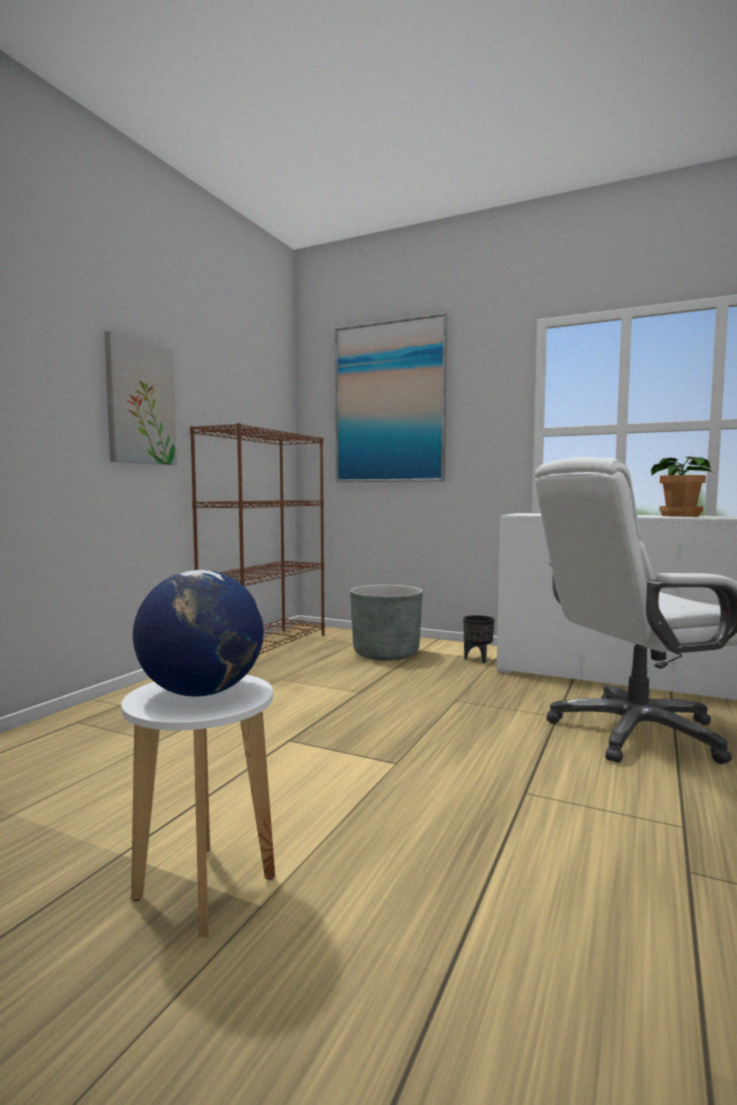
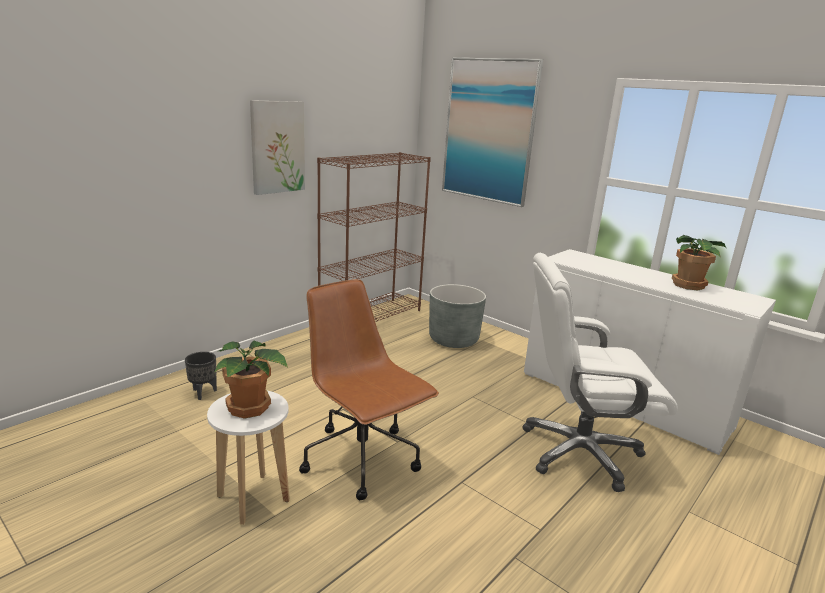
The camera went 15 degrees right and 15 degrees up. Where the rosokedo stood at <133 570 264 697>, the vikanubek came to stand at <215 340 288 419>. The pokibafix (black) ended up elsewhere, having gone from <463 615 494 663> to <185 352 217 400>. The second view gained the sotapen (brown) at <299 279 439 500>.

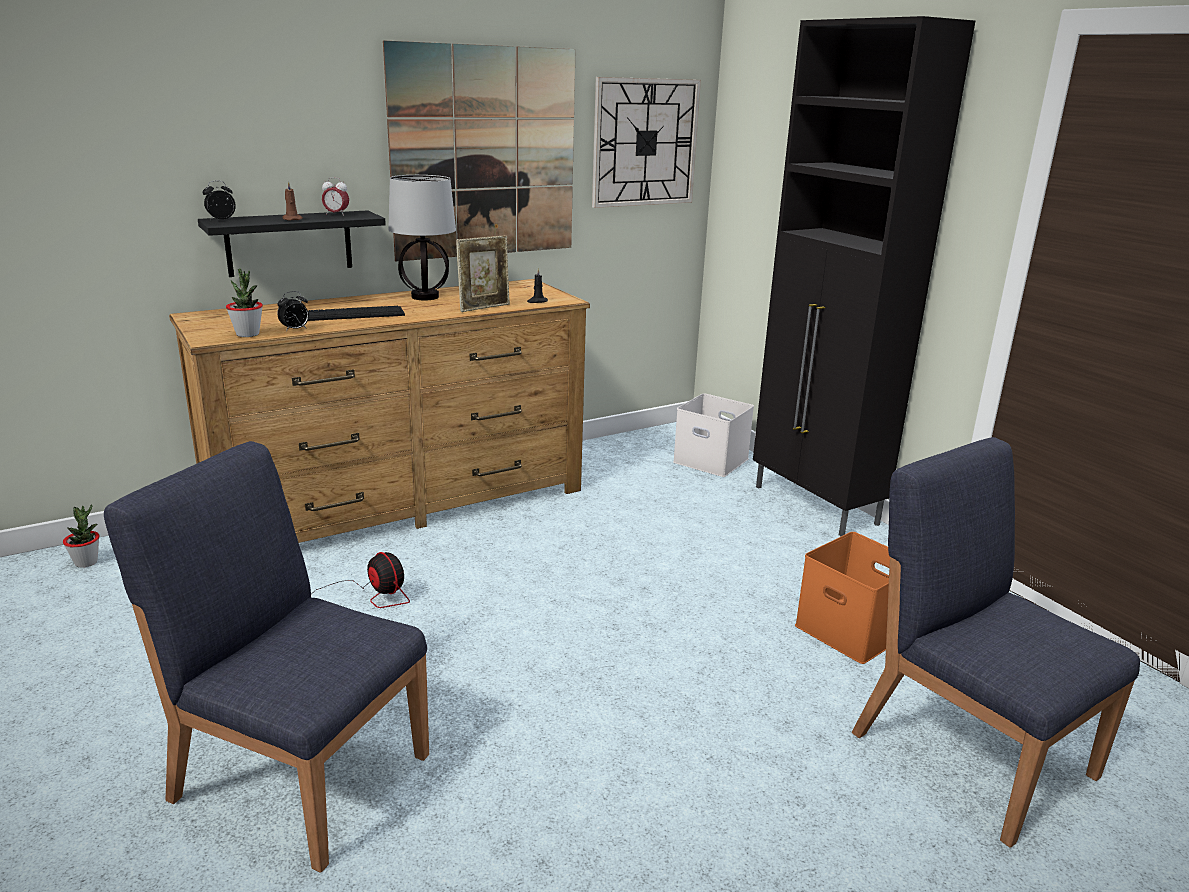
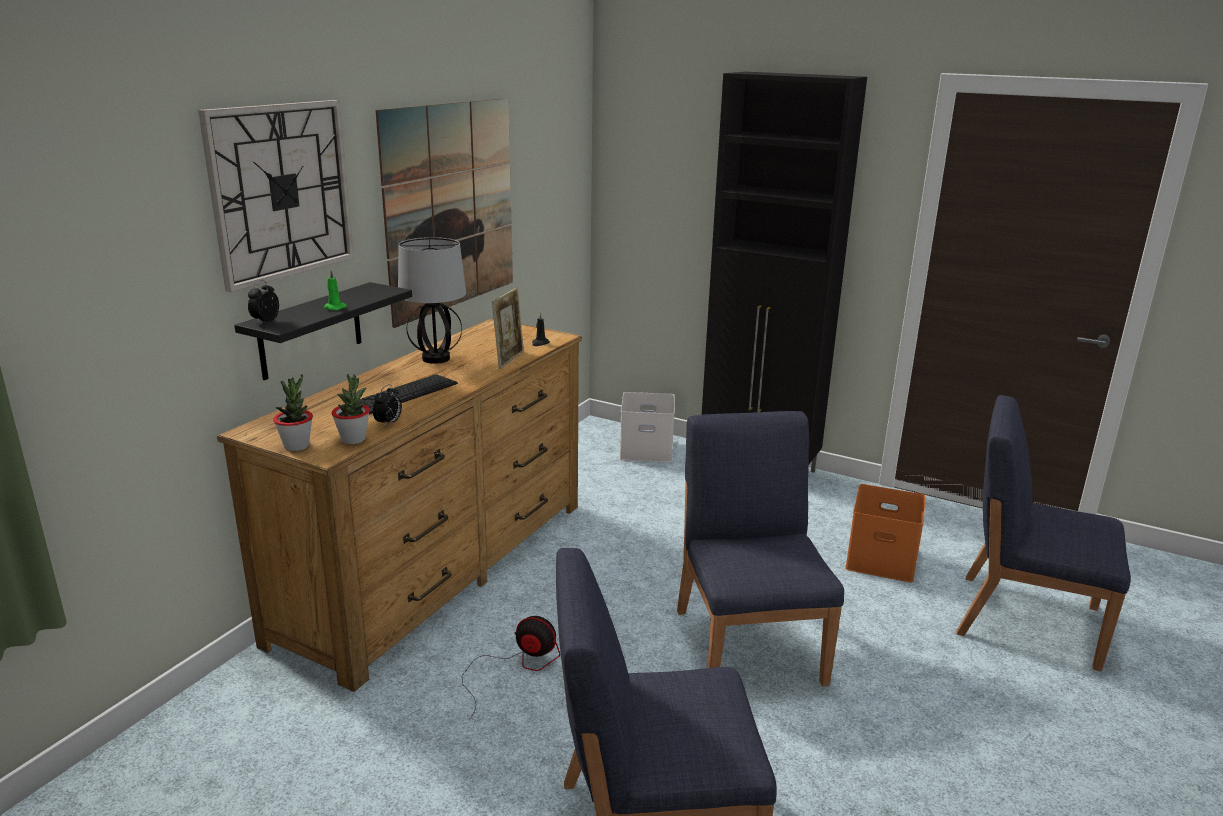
The camera went 30 degrees left and 0 degrees up. The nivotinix ended up elsewhere, having gone from <592 77 701 208> to <198 100 354 292>. The second view lost the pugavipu at <322 177 349 216>. What was the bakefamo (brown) at <282 181 303 221> turned into the bakefamo (green) at <324 270 346 310>. The vikanubek ended up elsewhere, having gone from <63 504 99 568> to <273 374 313 451>. The second view gained the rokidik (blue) at <677 411 844 686>.

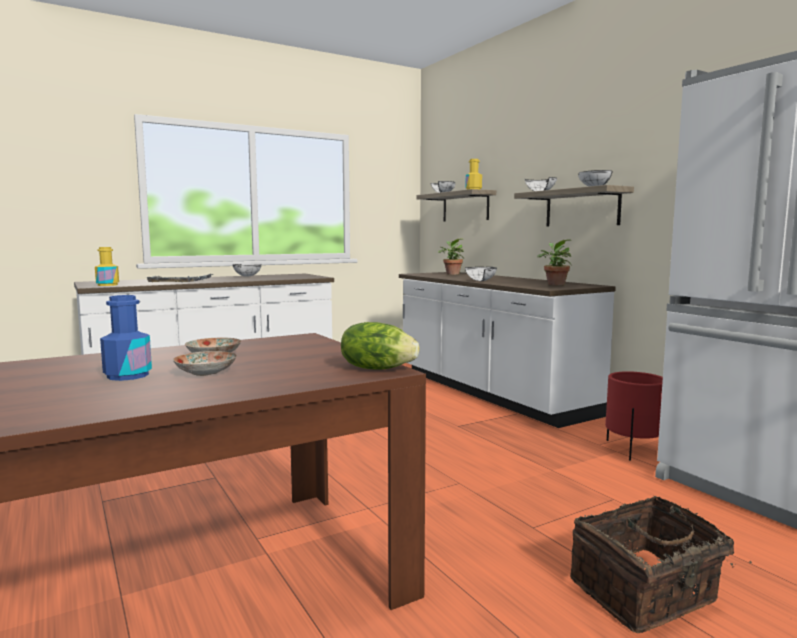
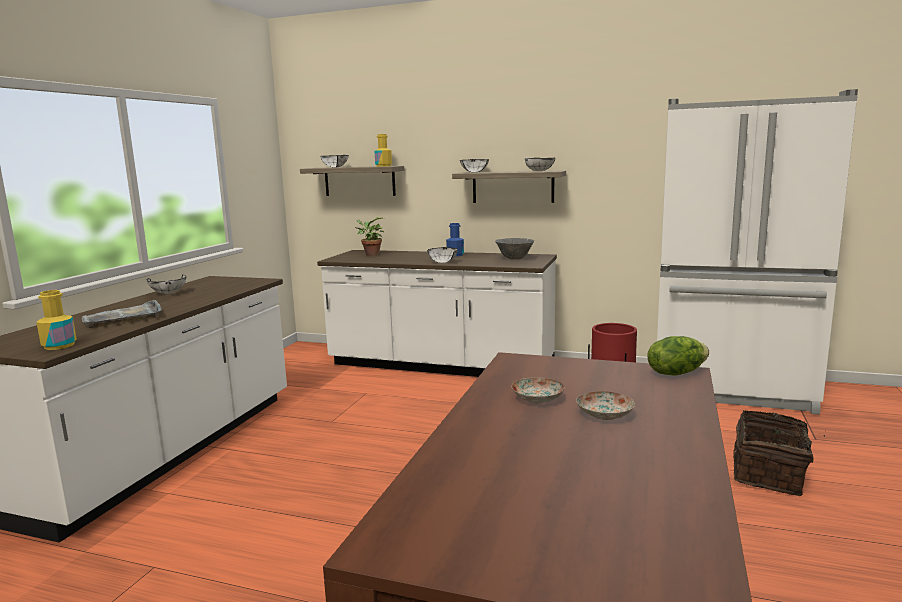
The camera went 40 degrees left and 5 degrees up. Where the vikanubek stood at <537 239 572 286>, the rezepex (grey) came to stand at <495 238 534 259>. The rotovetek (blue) ended up elsewhere, having gone from <100 295 152 381> to <446 223 464 256>.

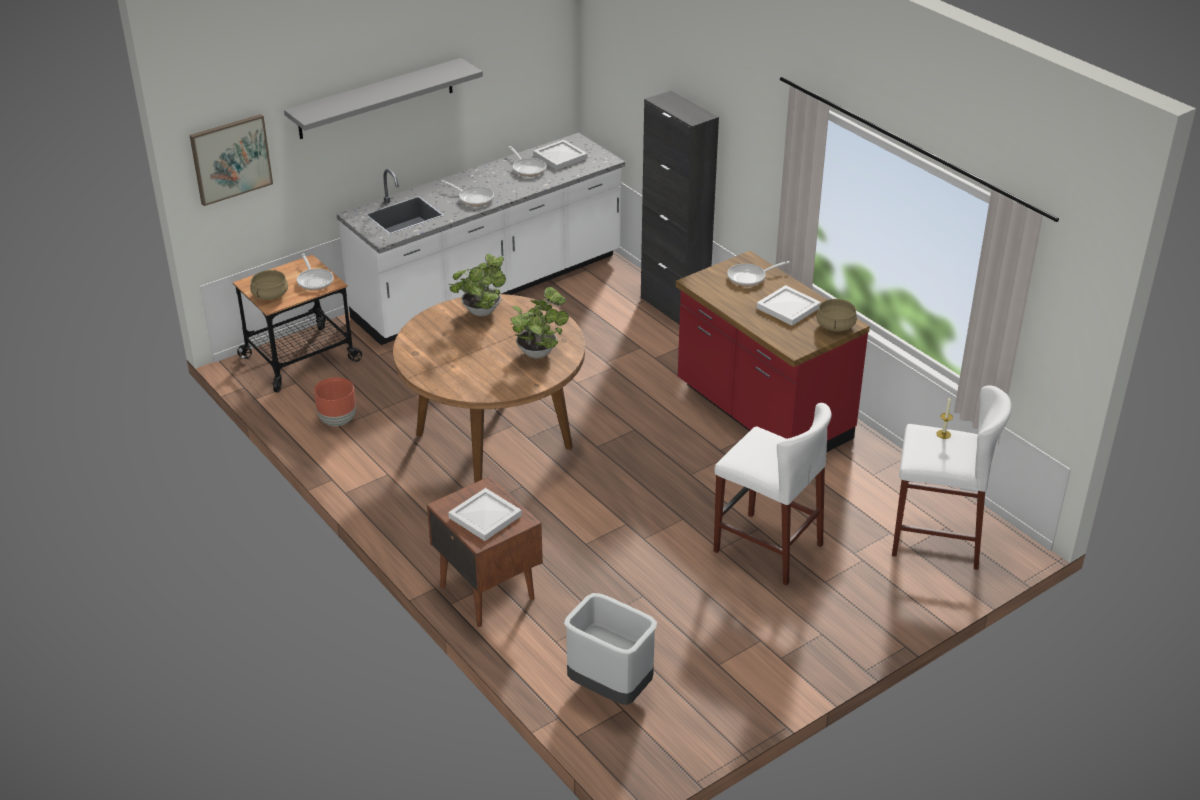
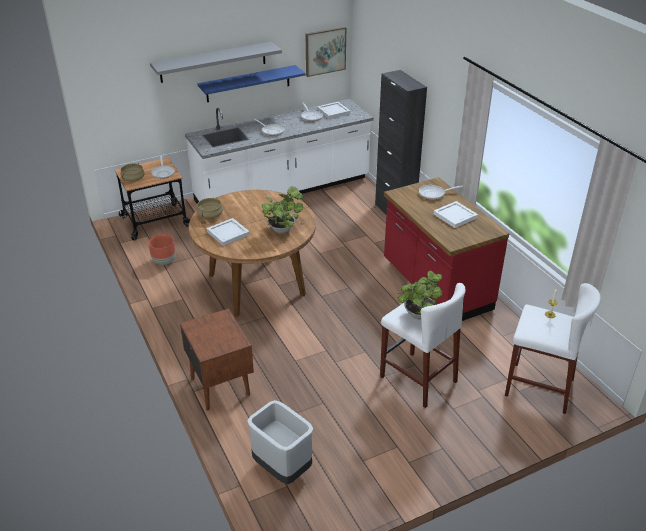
The camera went 10 degrees right and 0 degrees up. The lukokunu ended up elsewhere, having gone from <190 114 273 206> to <305 27 346 77>. The vikanubek ended up elsewhere, having gone from <448 254 506 316> to <398 271 442 320>. The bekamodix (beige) ended up elsewhere, having gone from <816 298 857 331> to <197 198 223 219>. The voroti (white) ended up elsewhere, having gone from <448 488 522 541> to <207 218 250 246>. The second view gained the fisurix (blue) at <197 65 306 102>.

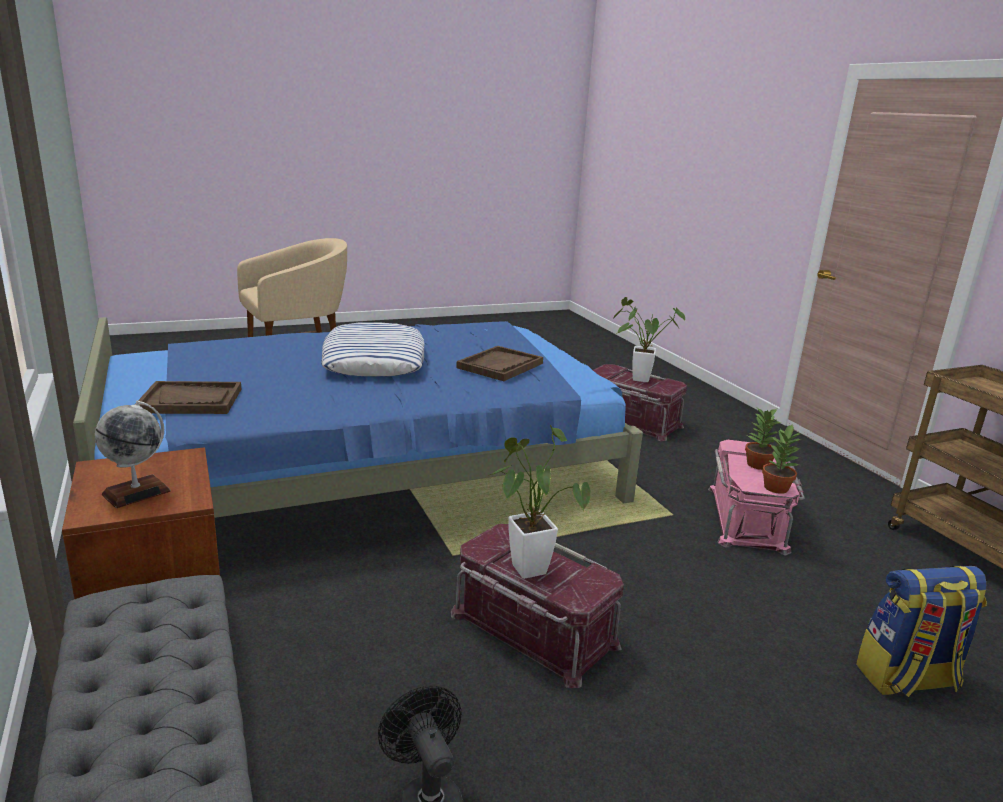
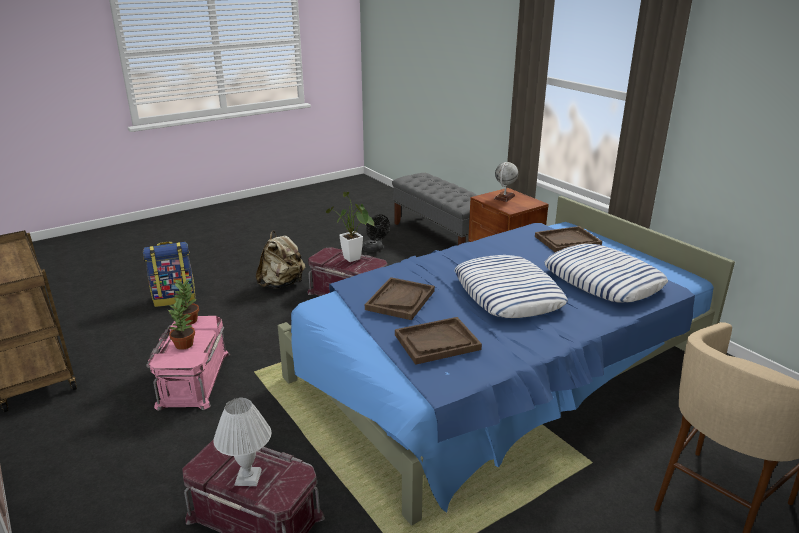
The camera went 170 degrees right and 5 degrees up. Where the vikanubek stood at <611 297 685 382>, the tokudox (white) came to stand at <213 398 271 486>. The second view gained the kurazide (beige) at <256 231 305 289>. The second view gained the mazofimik at <544 244 668 303>. The second view gained the voroti (brown) at <395 317 482 365>.

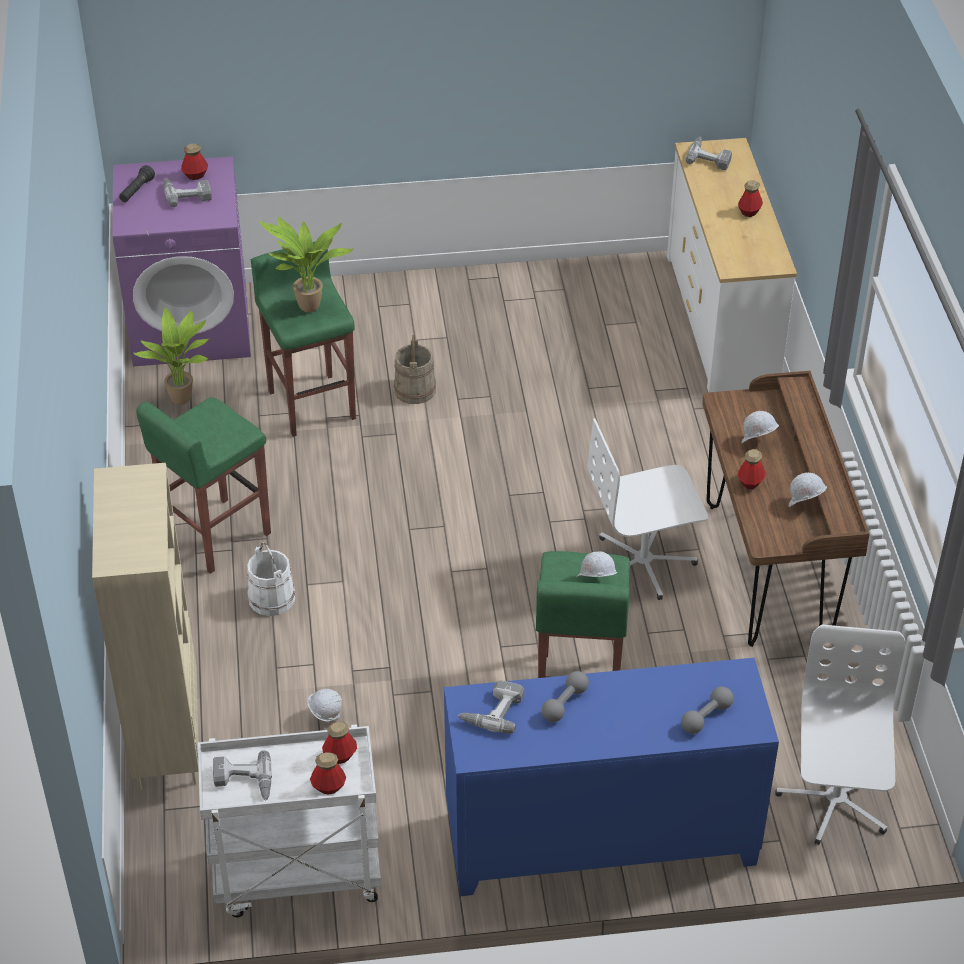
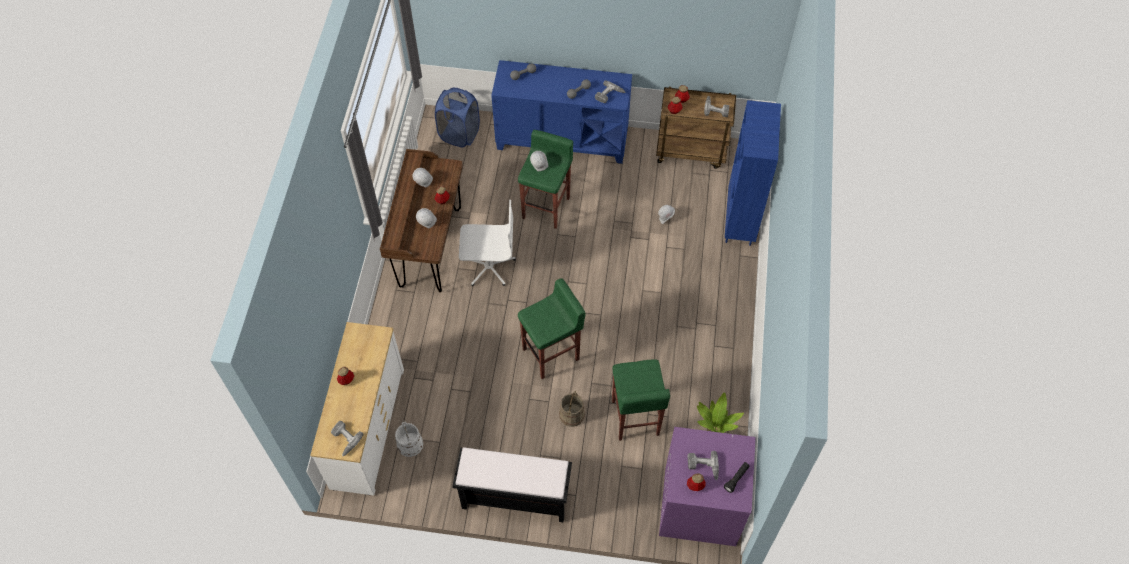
The camera went 165 degrees left and 15 degrees up. The second view lost the vikanubek at <260 217 354 312>. The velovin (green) ended up elsewhere, having gone from <136 397 271 574> to <518 278 586 379>. What was the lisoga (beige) at <92 463 199 790> turned into the lisoga (blue) at <725 100 781 246>. The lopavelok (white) ended up elsewhere, having gone from <247 542 295 616> to <395 421 423 457>. Where the sotapen (white) stood at <775 625 905 845>, the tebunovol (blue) came to stand at <435 88 480 147>. What was the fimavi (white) at <198 724 381 917> turned into the fimavi (brown) at <656 87 736 169>. The second view gained the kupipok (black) at <452 447 572 522>.

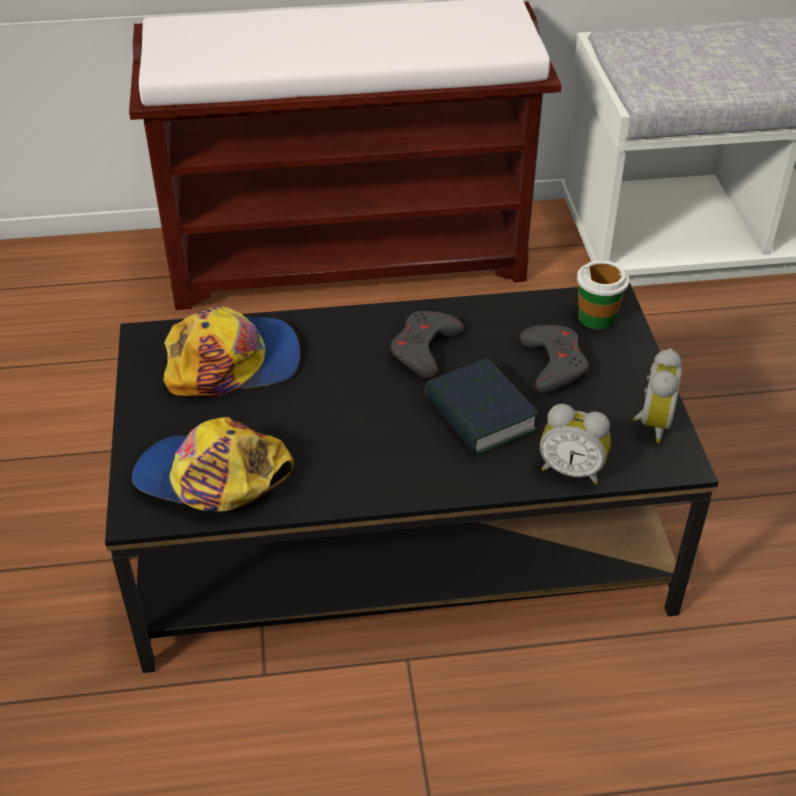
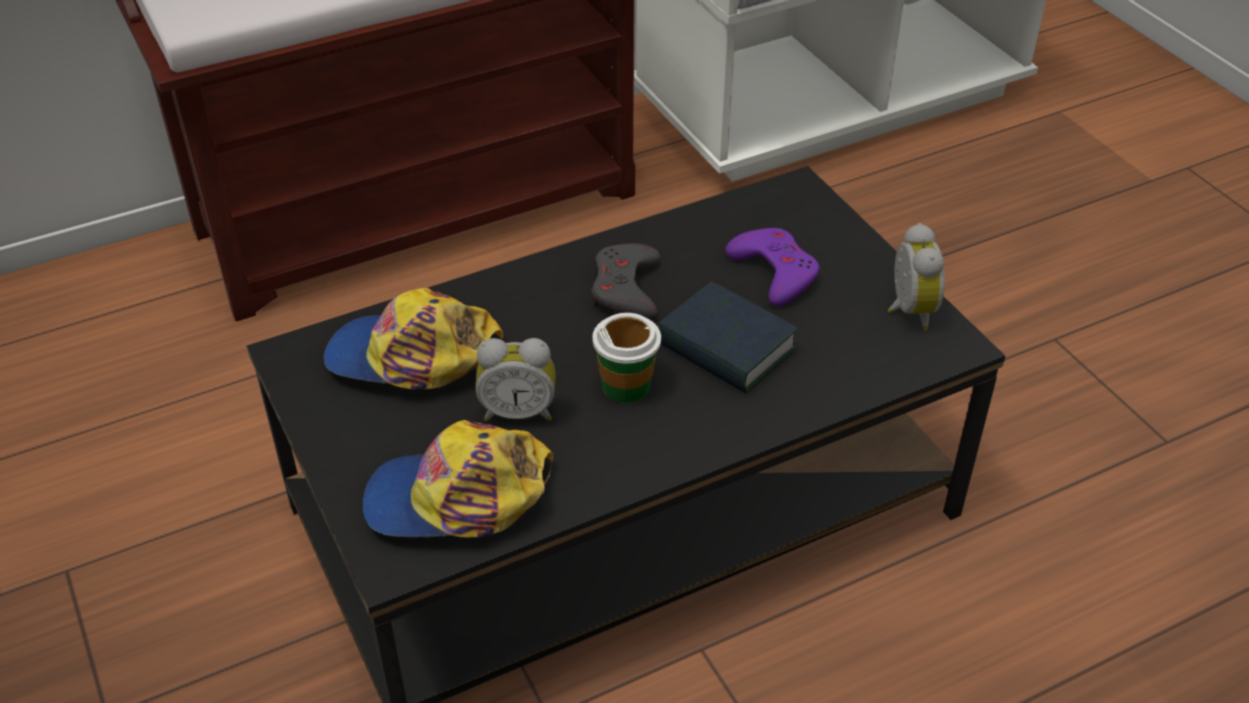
The camera went 20 degrees left and 0 degrees up. The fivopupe ended up elsewhere, having gone from <577 260 630 329> to <592 313 661 403>. The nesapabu at <163 306 301 397> ended up facing another way, 135 degrees counterclockwise from before. What was the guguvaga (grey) at <520 325 588 393> turned into the guguvaga (purple) at <725 228 820 307>. The pugavipu ended up elsewhere, having gone from <540 404 611 484> to <475 338 556 421>.

